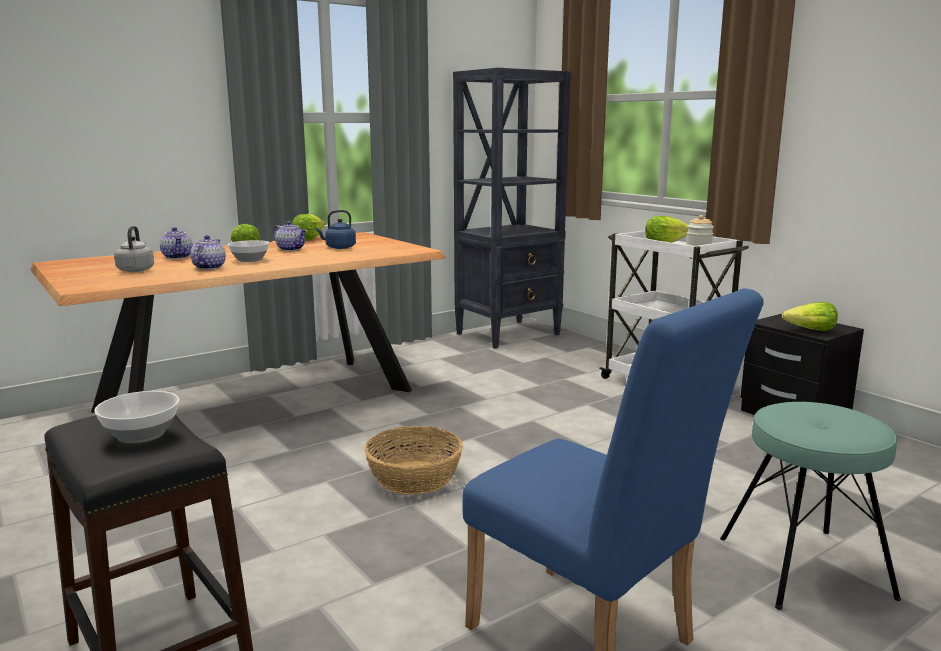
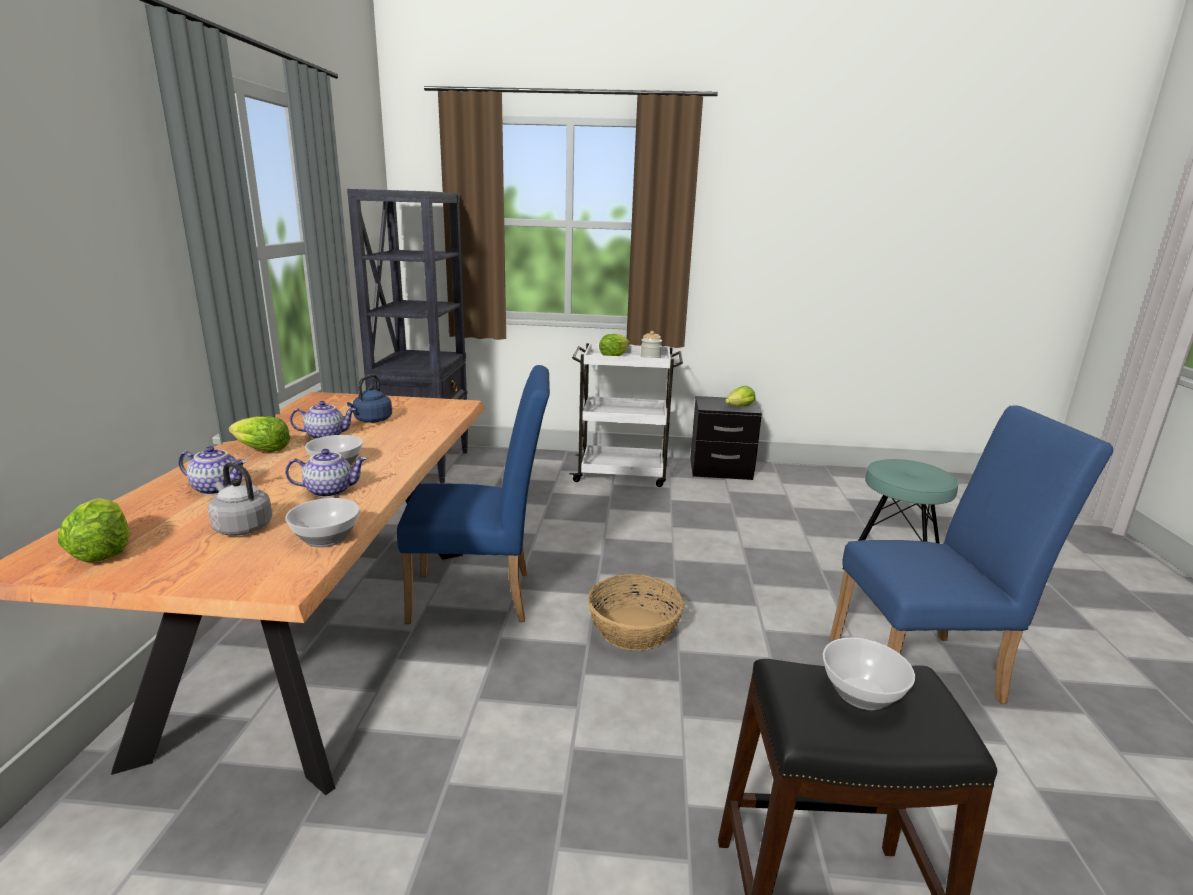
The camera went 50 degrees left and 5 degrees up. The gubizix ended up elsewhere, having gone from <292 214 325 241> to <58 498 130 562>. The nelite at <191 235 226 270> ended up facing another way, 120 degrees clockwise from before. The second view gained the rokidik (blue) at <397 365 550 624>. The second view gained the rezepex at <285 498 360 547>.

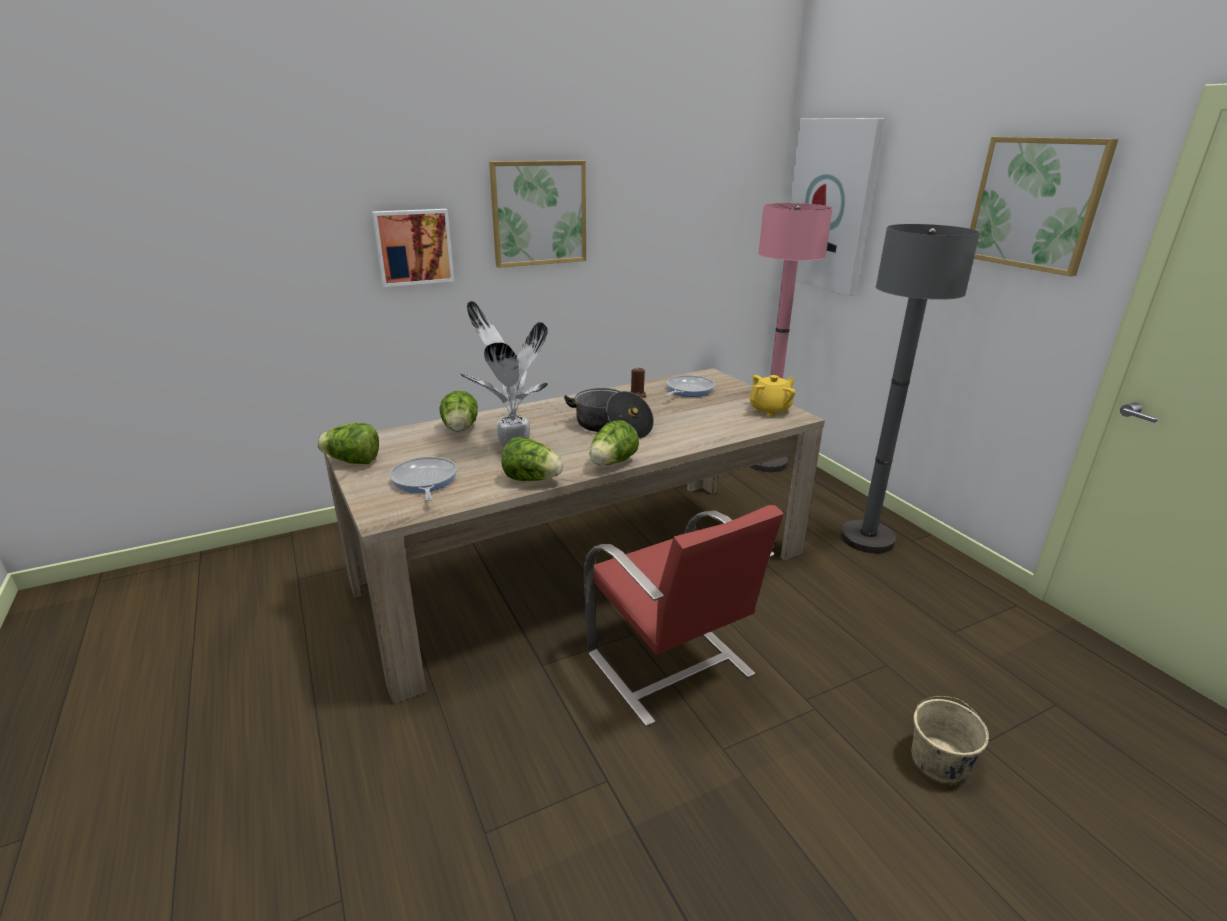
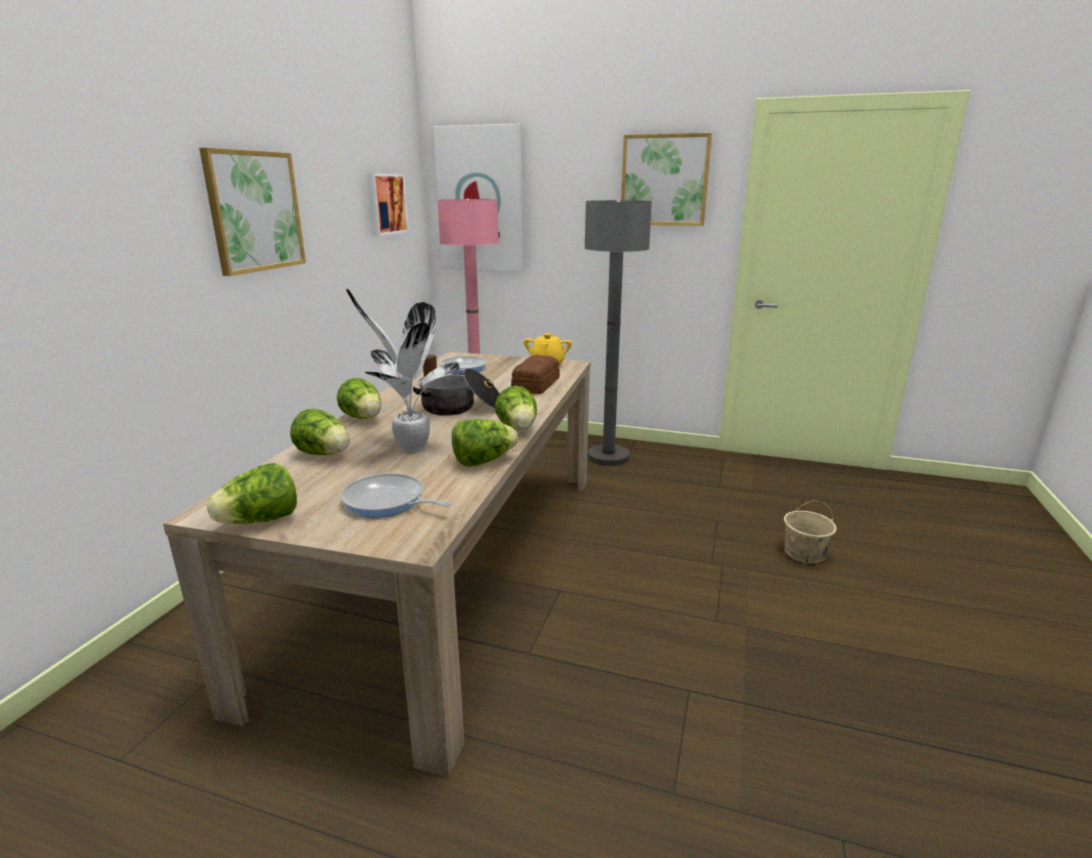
The camera went 45 degrees left and 5 degrees down. The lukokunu ended up elsewhere, having gone from <372 209 454 287> to <367 173 409 236>. The second view lost the rokidik (red) at <584 505 784 726>. The second view gained the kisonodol at <511 355 560 394>. The second view gained the gubizix at <337 378 381 419>.

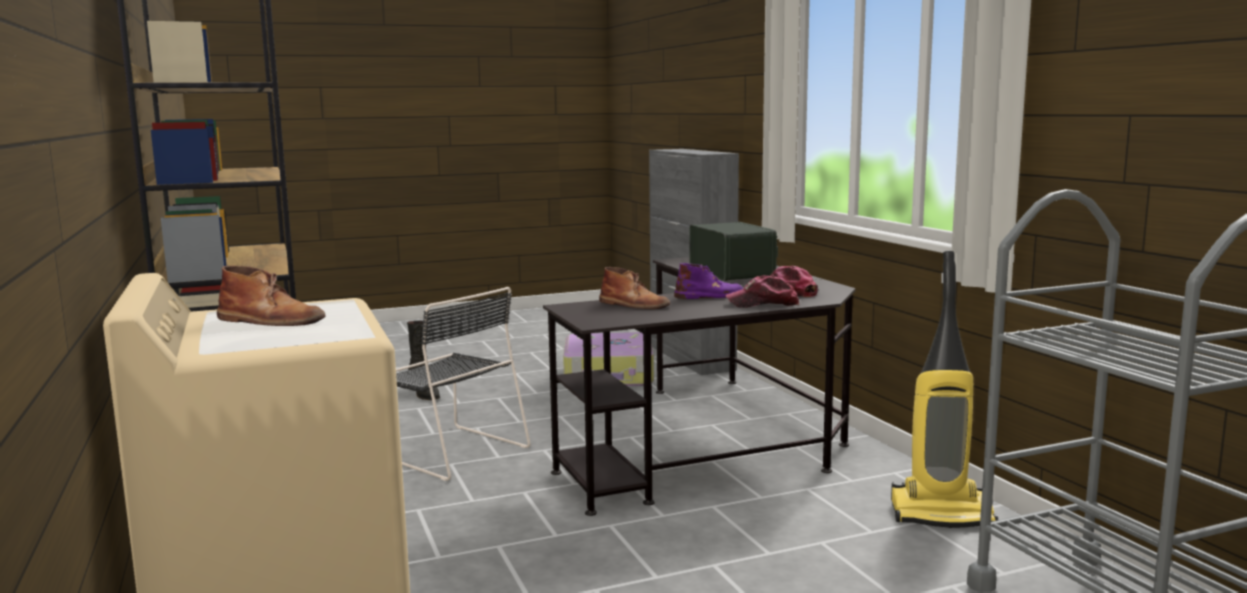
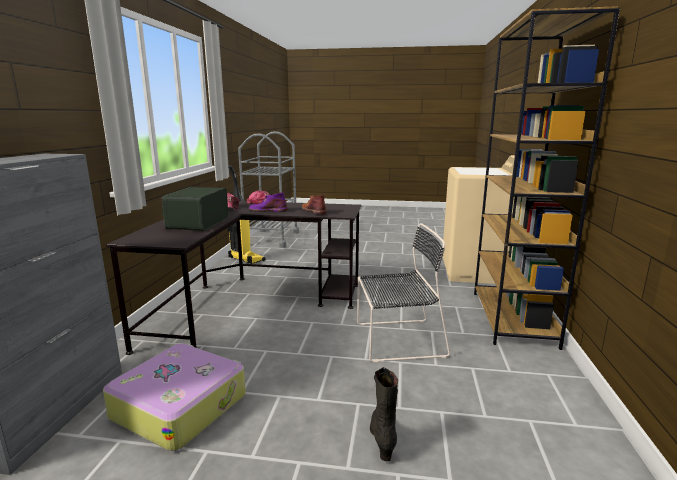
The camera went 150 degrees left and 5 degrees up. The second view lost the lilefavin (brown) at <217 266 326 326>. The rokidik (black) at <396 287 531 481> ended up facing another way, 105 degrees clockwise from before.

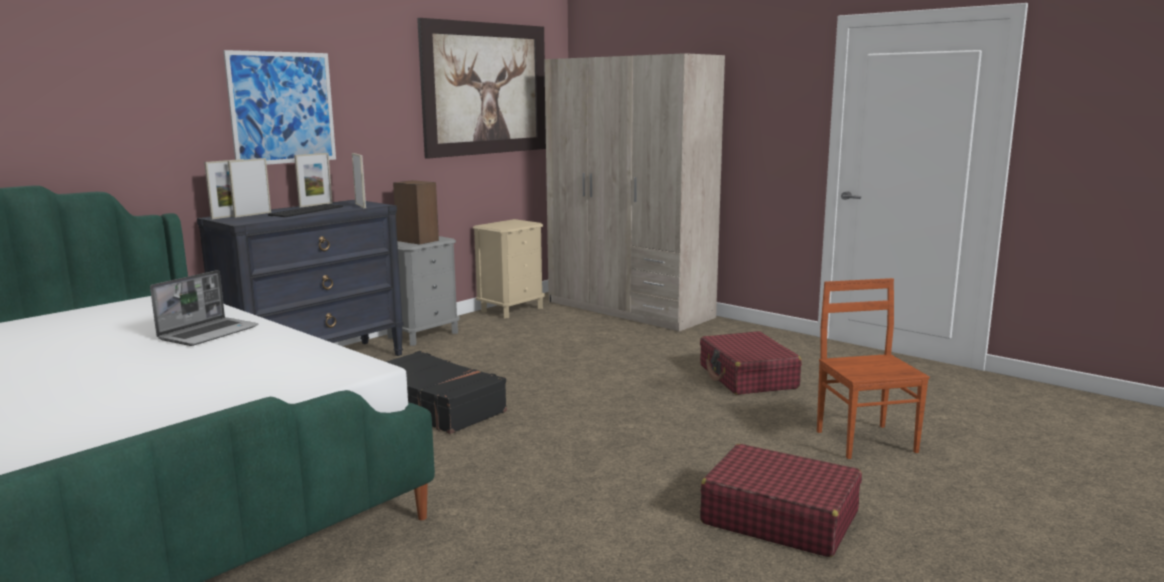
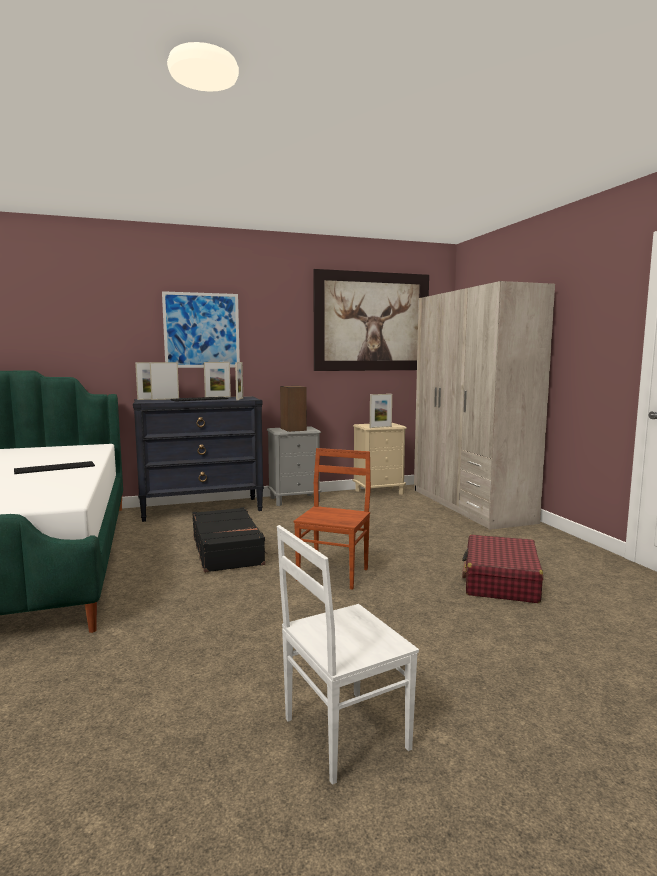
The camera went 30 degrees right and 5 degrees down. Where the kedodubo stood at <150 270 259 346>, the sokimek came to stand at <14 461 95 474>. The rokidik (brown) ended up elsewhere, having gone from <817 278 930 459> to <294 448 371 590>. Where the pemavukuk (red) stood at <700 444 862 557>, the rokidik (white) came to stand at <277 525 419 785>. The second view gained the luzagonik at <370 394 392 428>.

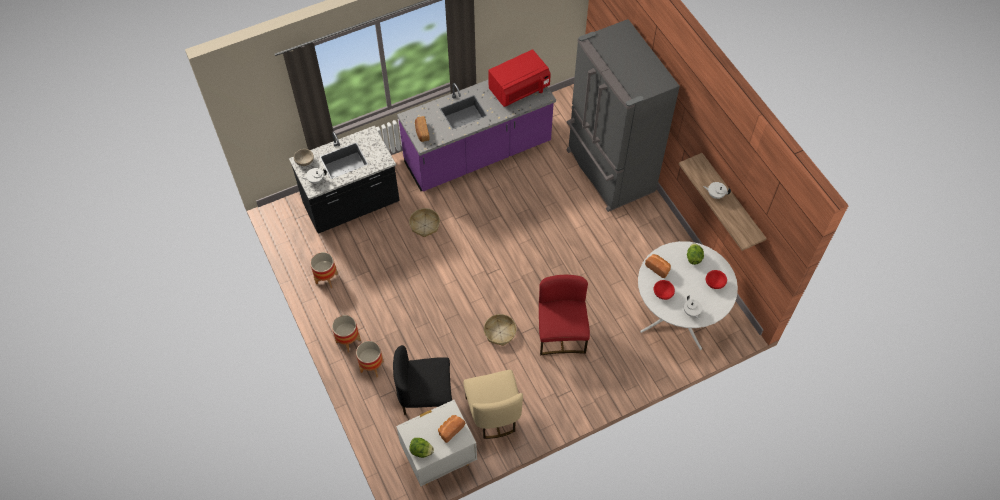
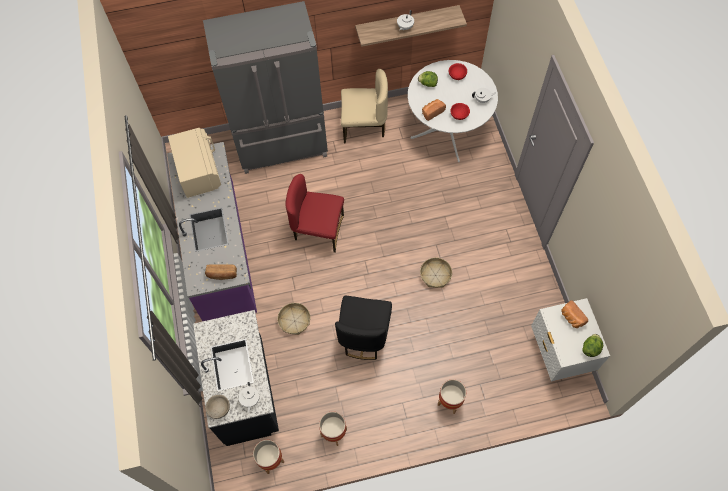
The camera went 75 degrees left and 5 degrees up. What was the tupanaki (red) at <488 49 551 107> turned into the tupanaki (beige) at <168 128 221 198>. The rokidik (red) ended up elsewhere, having gone from <539 275 590 355> to <285 174 344 253>. The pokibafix ended up elsewhere, having gone from <332 315 361 353> to <253 440 284 474>. The rokidik (black) ended up elsewhere, having gone from <393 345 452 415> to <335 296 392 360>. The rokidik (beige) ended up elsewhere, having gone from <463 370 523 439> to <341 69 388 143>.

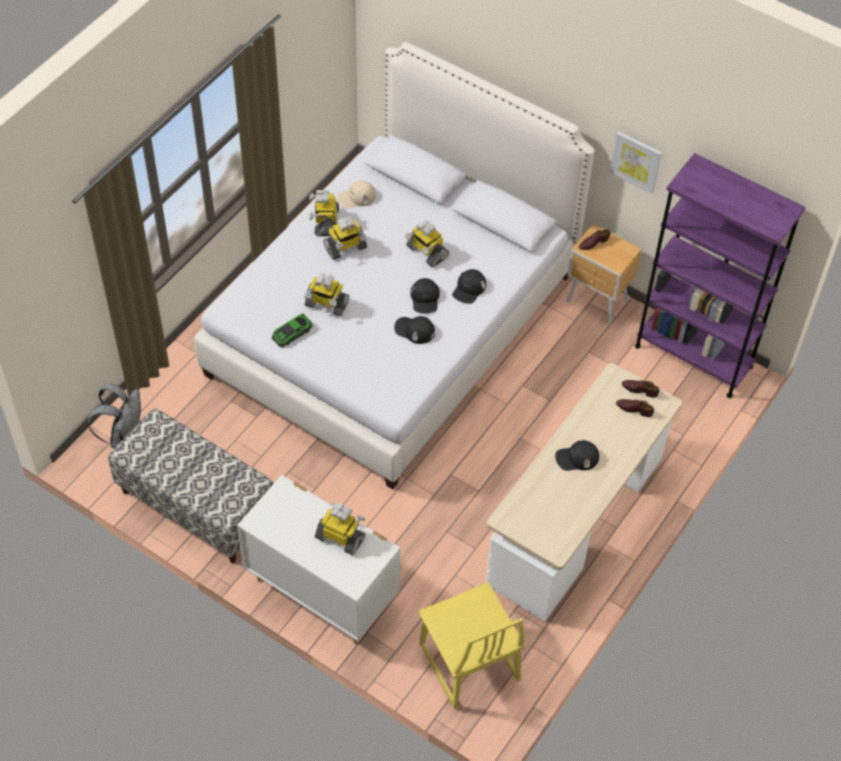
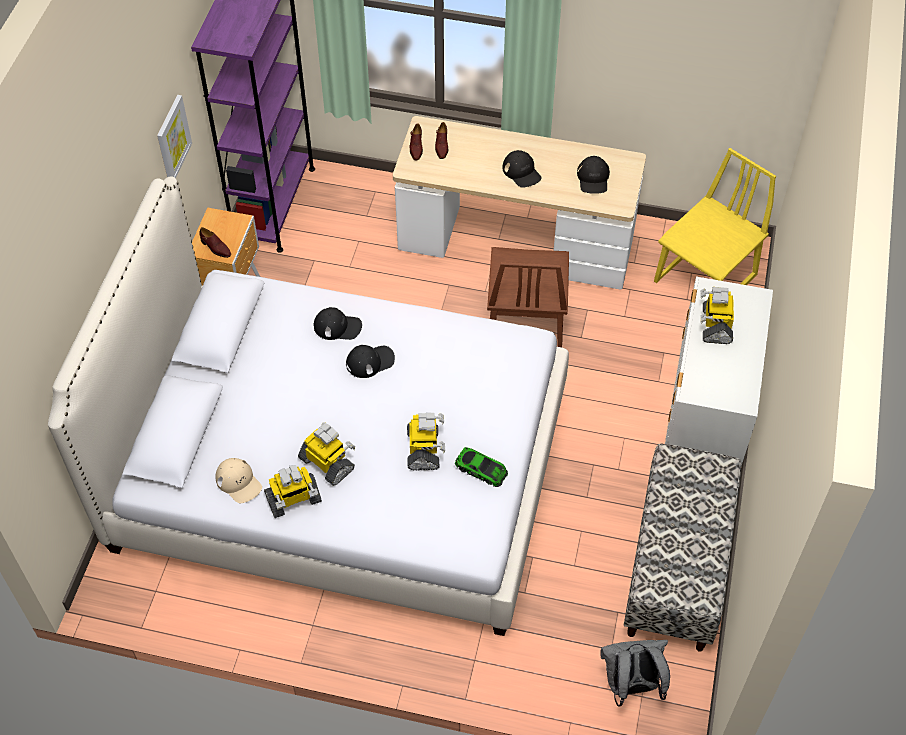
The camera went 110 degrees left and 0 degrees up. The second view lost the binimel at <405 220 449 267>. The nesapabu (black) ended up elsewhere, having gone from <394 316 435 344> to <577 156 610 194>. The second view gained the rokidik (brown) at <487 247 569 347>.

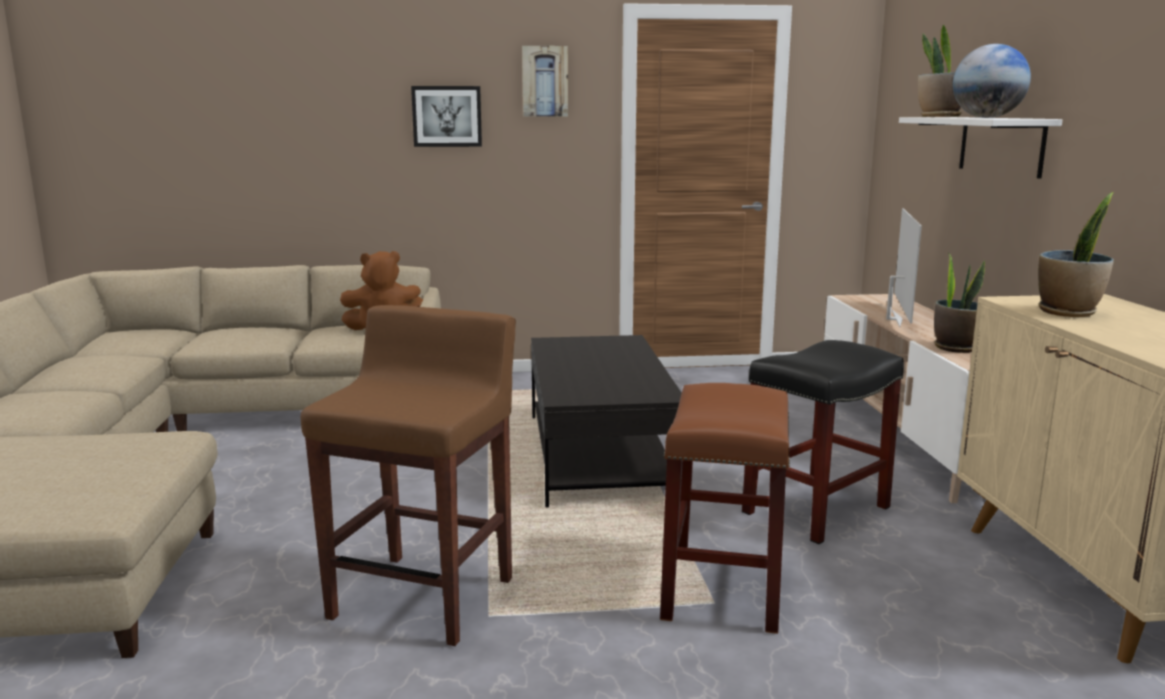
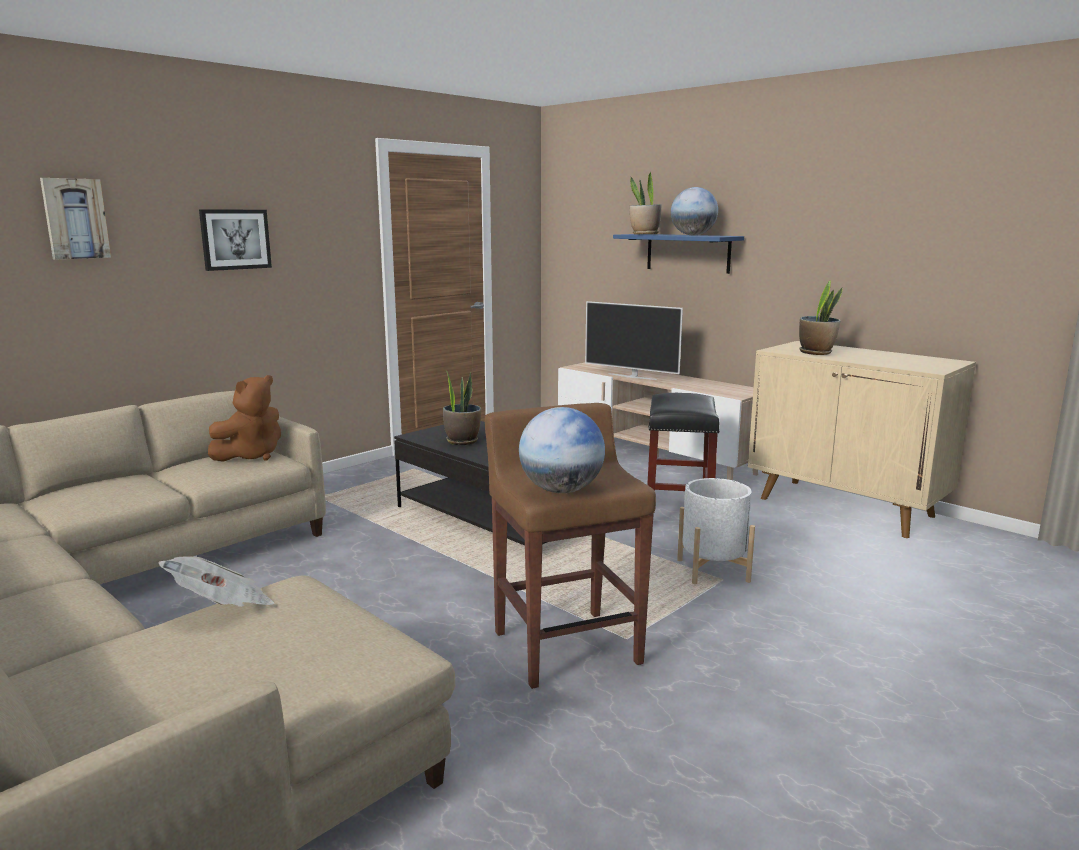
The camera went 40 degrees left and 0 degrees up. The lukokunu ended up elsewhere, having gone from <522 46 568 117> to <40 178 111 260>. What was the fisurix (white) at <899 117 1062 179> turned into the fisurix (blue) at <613 234 744 274>. The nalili at <886 208 922 327> ended up facing another way, 150 degrees clockwise from before. The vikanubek ended up elsewhere, having gone from <934 253 985 353> to <443 370 481 445>. Where the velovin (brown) stood at <660 383 790 634>, the pokibafix (white) came to stand at <677 478 755 584>. The second view gained the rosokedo at <519 407 605 493>. The second view gained the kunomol at <158 556 275 607>.

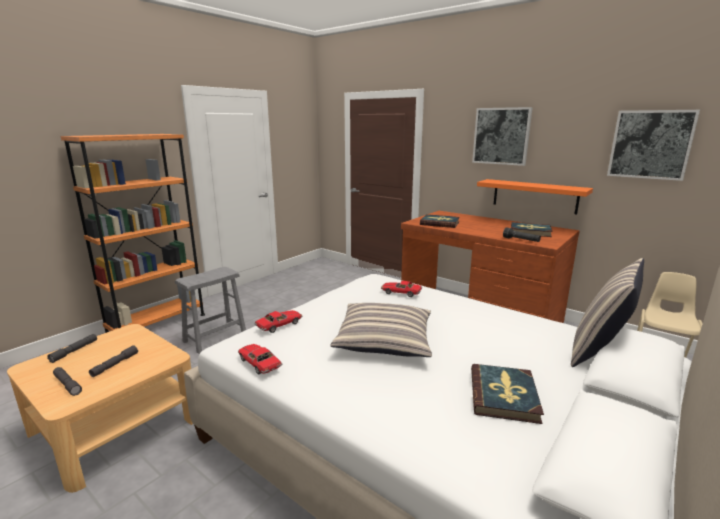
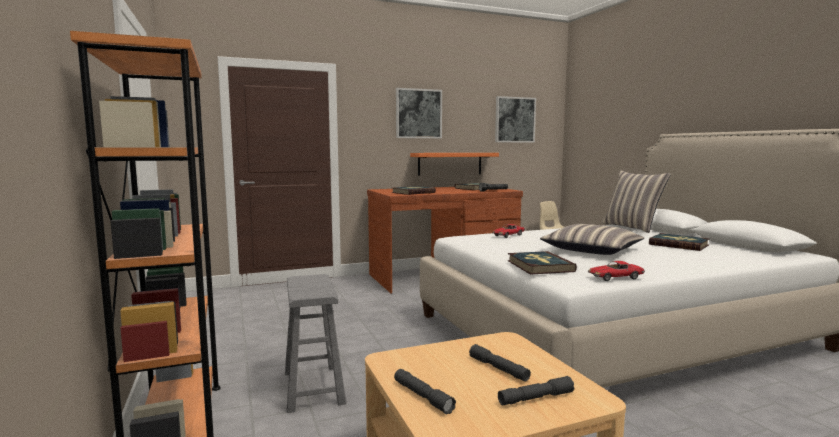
The camera went 60 degrees left and 10 degrees down. Where the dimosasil stood at <254 310 302 333>, the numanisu came to stand at <508 251 577 275>.

